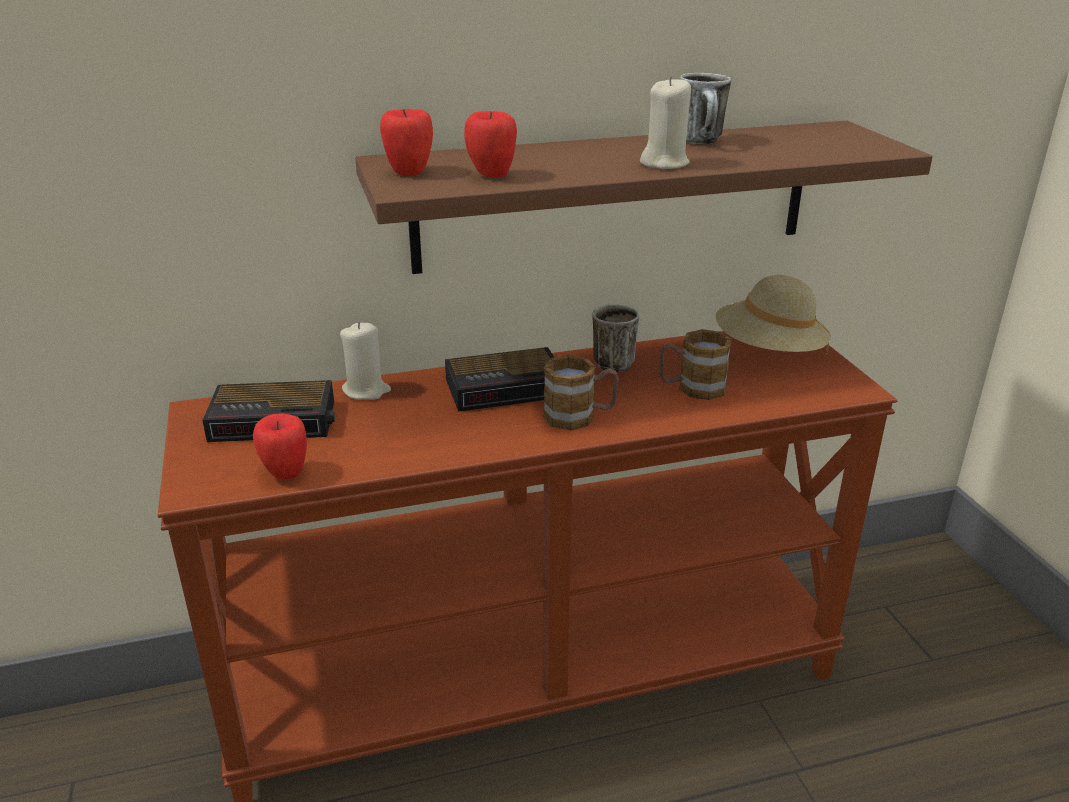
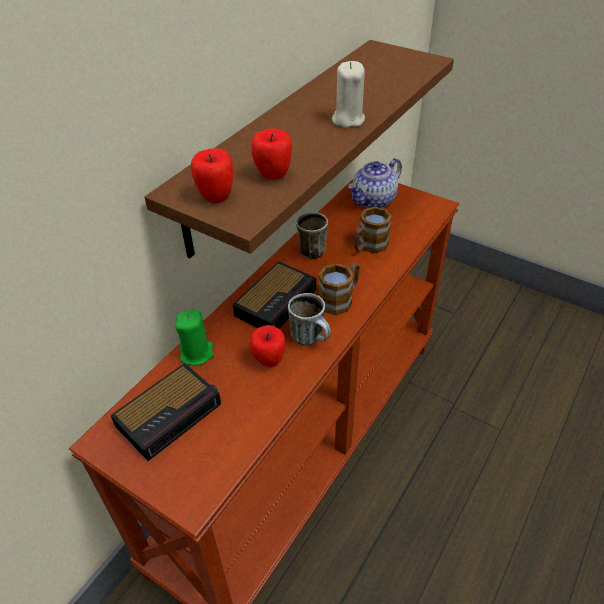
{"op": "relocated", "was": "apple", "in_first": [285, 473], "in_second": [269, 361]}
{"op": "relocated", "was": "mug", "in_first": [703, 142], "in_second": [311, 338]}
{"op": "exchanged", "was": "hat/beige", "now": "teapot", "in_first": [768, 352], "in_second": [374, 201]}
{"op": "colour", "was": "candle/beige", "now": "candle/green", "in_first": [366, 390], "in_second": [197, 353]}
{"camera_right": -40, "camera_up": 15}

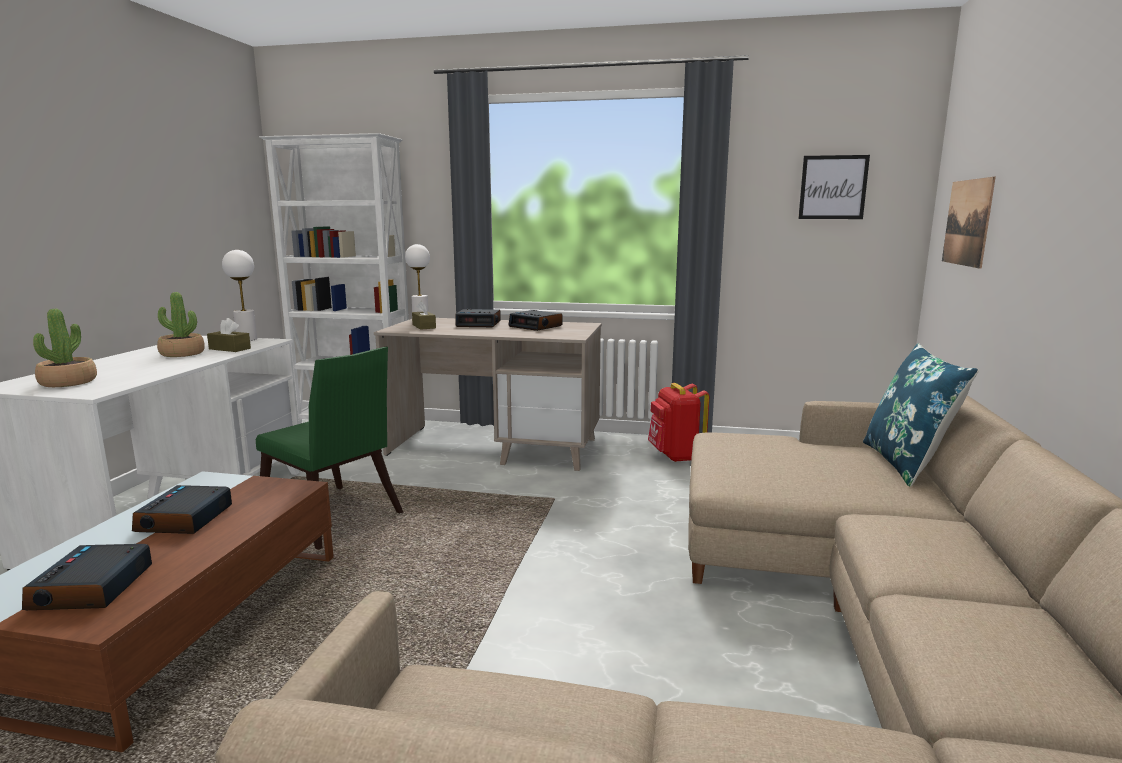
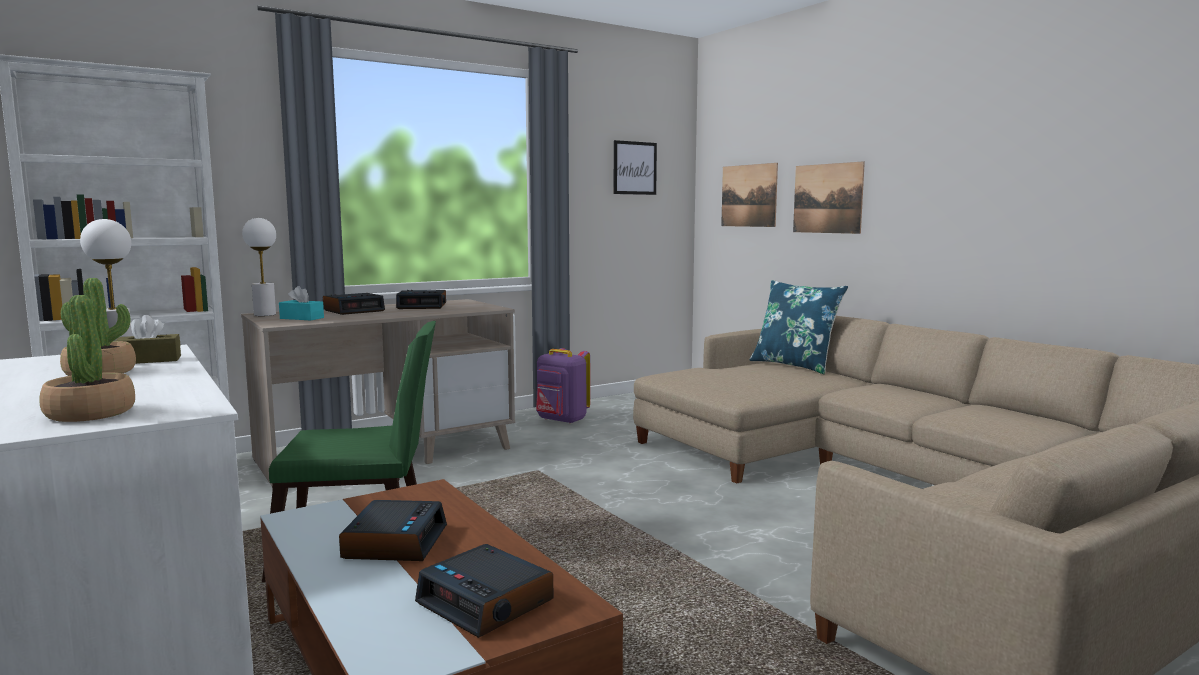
{"op": "appeared", "now": "picture", "in_second": [827, 198]}
{"op": "colour", "was": "tissue box/brown", "now": "tissue box/turquoise", "in_first": [424, 326], "in_second": [302, 318]}
{"op": "colour", "was": "backpack/red", "now": "backpack/purple", "in_first": [675, 456], "in_second": [561, 420]}
{"op": "spun", "was": "alarm clock", "in_first": [185, 519], "in_second": [395, 542], "clockwise": -135}
{"camera_right": -45, "camera_up": -5}

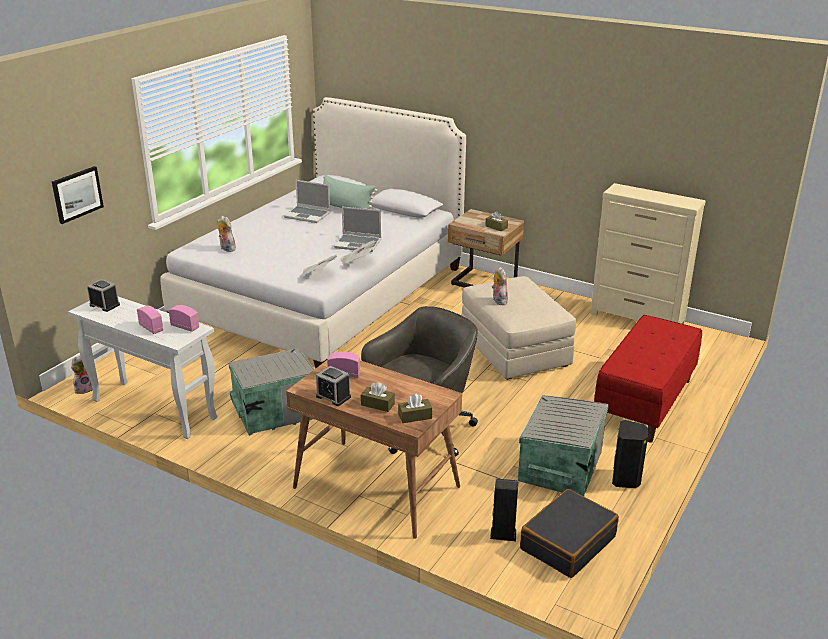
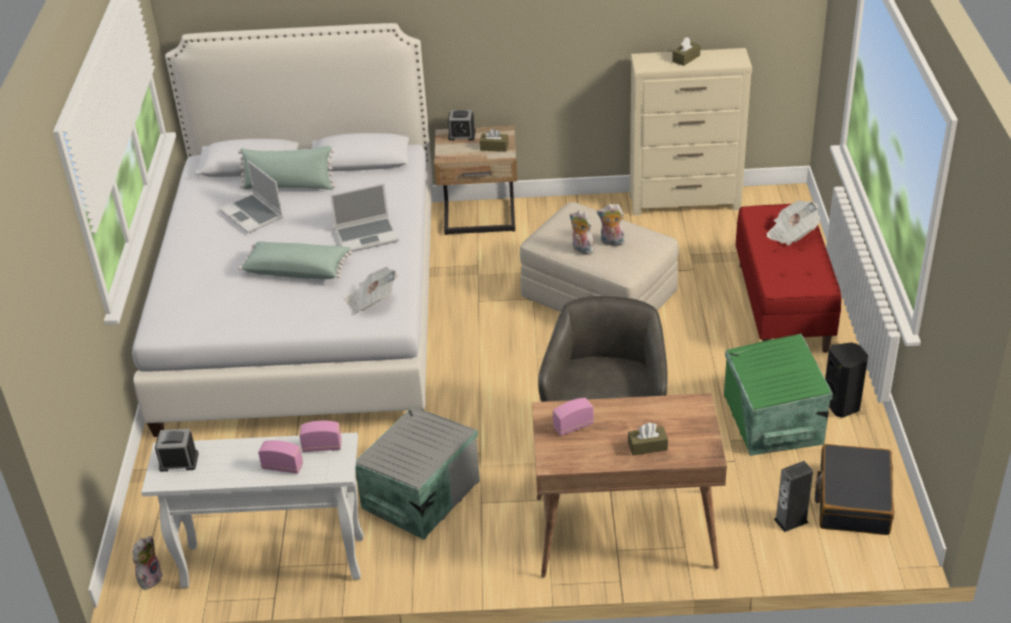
{"op": "missing", "was": "picture", "in_first": [77, 194]}
{"op": "appeared", "now": "pillow/green", "in_second": [297, 270]}
{"op": "relocated", "was": "plush toy", "in_first": [226, 249], "in_second": [611, 243]}
{"op": "relocated", "was": "alarm clock", "in_first": [333, 396], "in_second": [462, 135]}
{"op": "relocated", "was": "newspaper", "in_first": [358, 262], "in_second": [791, 233]}
{"op": "relocated", "was": "tissue box/brown", "in_first": [415, 416], "in_second": [686, 58]}
{"op": "colour", "was": "storage box/grey", "now": "storage box/green", "in_first": [558, 466], "in_second": [771, 420]}
{"op": "spun", "was": "laptop", "in_first": [308, 215], "in_second": [253, 215], "clockwise": 60}
{"camera_right": -30, "camera_up": 10}

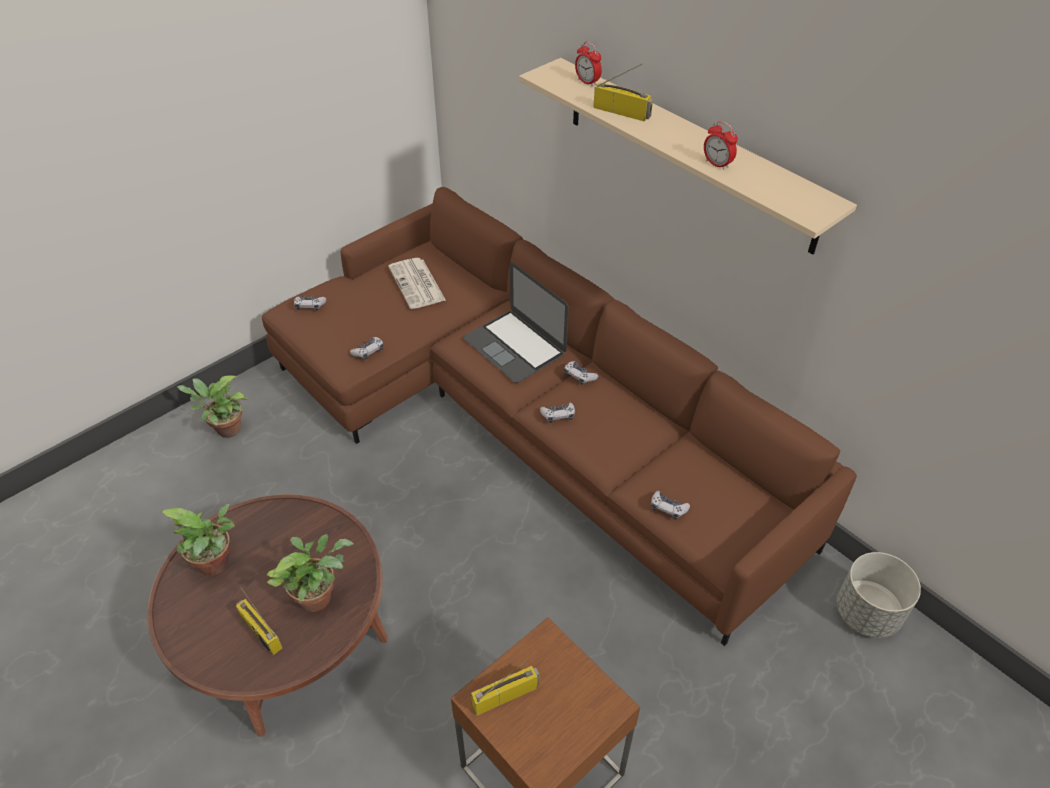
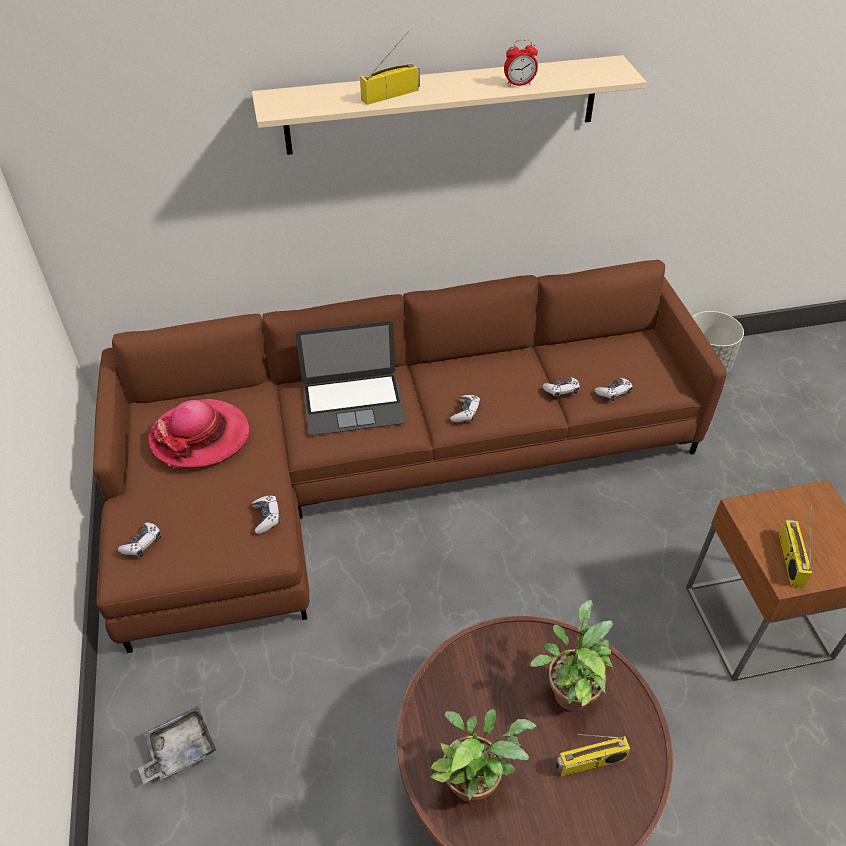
{"op": "missing", "was": "alarm clock", "in_first": [587, 82]}
{"op": "relocated", "was": "game controller", "in_first": [579, 376], "in_second": [561, 391]}
{"op": "exchanged", "was": "potted plant", "now": "tray/grey", "in_first": [225, 430], "in_second": [179, 750]}
{"op": "exchanged", "was": "newspaper", "now": "hat", "in_first": [417, 284], "in_second": [200, 436]}
{"camera_right": -60, "camera_up": 0}

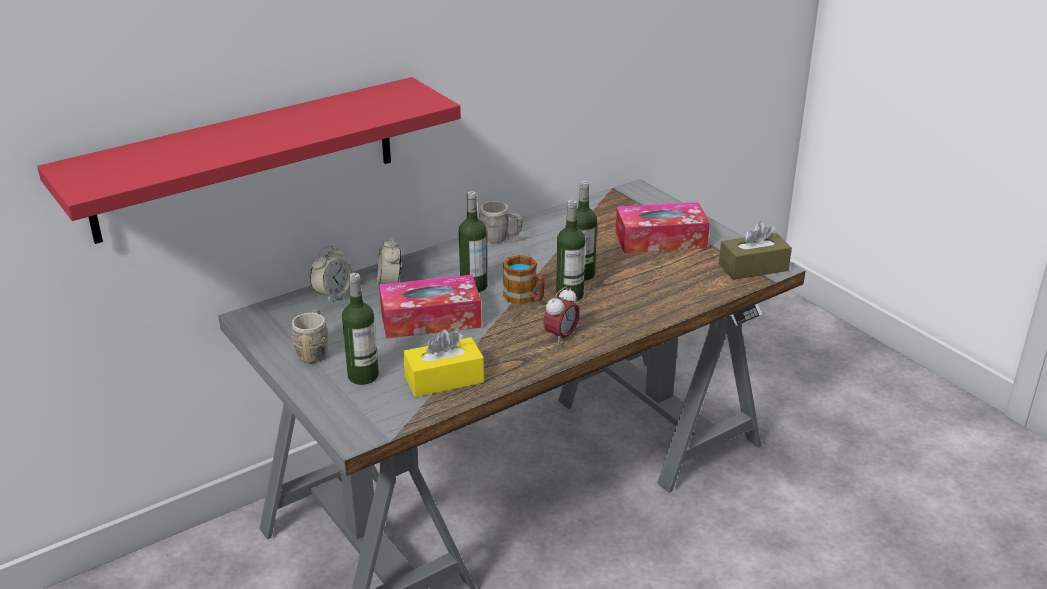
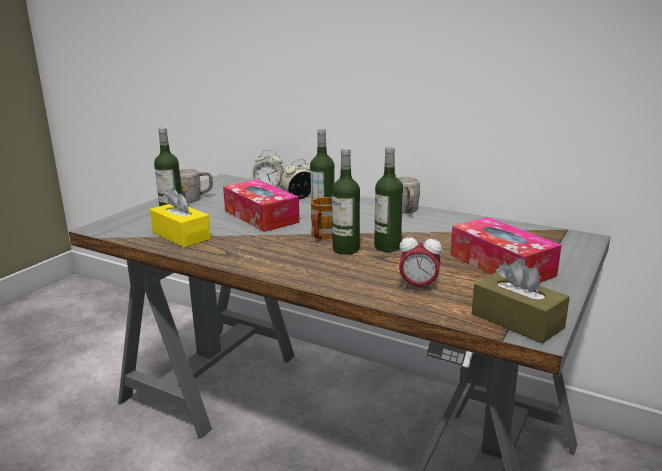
{"op": "missing", "was": "shelf/red", "in_first": [246, 159]}
{"op": "relocated", "was": "alarm clock", "in_first": [561, 337], "in_second": [418, 286]}
{"camera_right": 65, "camera_up": -10}

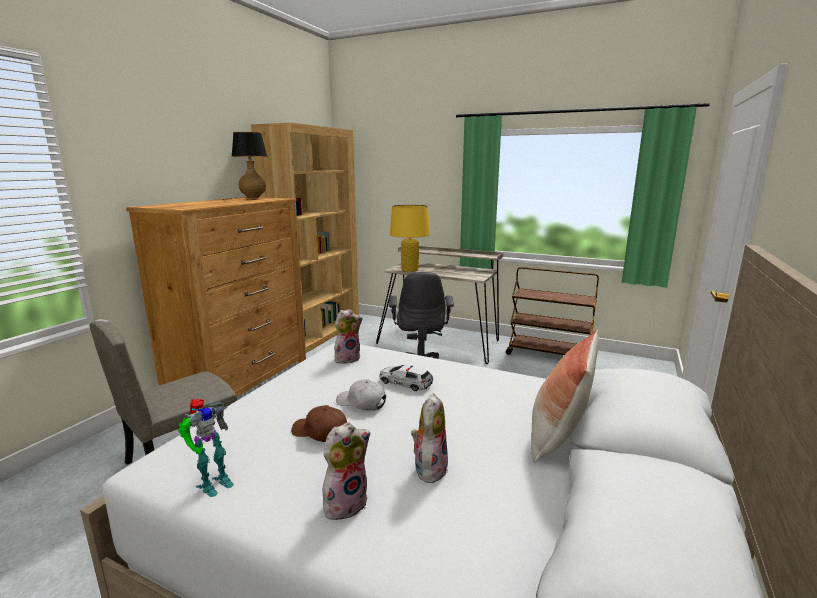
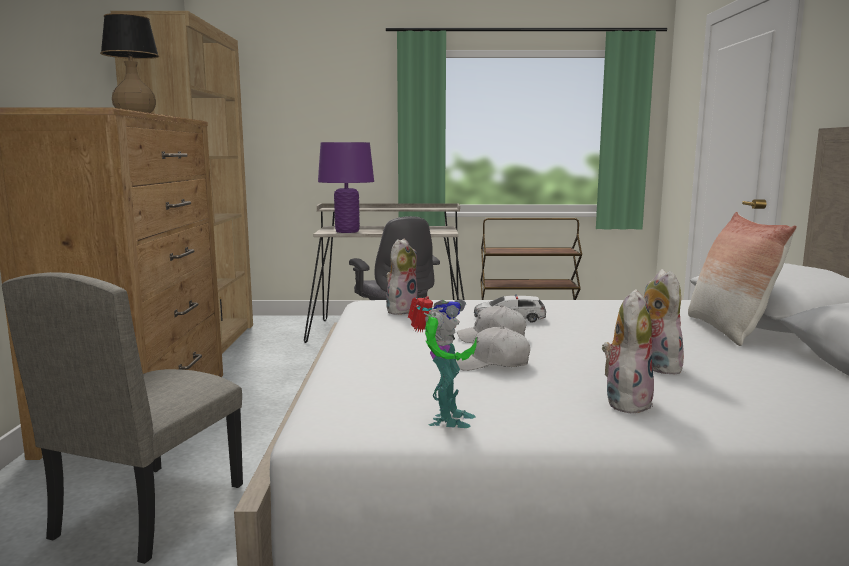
{"op": "colour", "was": "cap/brown", "now": "cap/white", "in_first": [320, 432], "in_second": [491, 363]}
{"op": "colour", "was": "table lamp/yellow", "now": "table lamp/purple", "in_first": [409, 270], "in_second": [347, 231]}
{"camera_right": -25, "camera_up": -5}

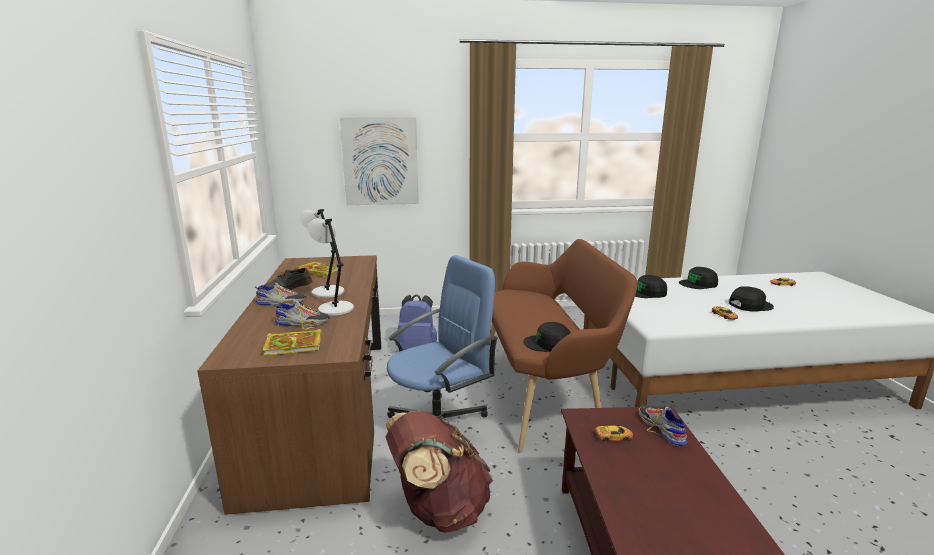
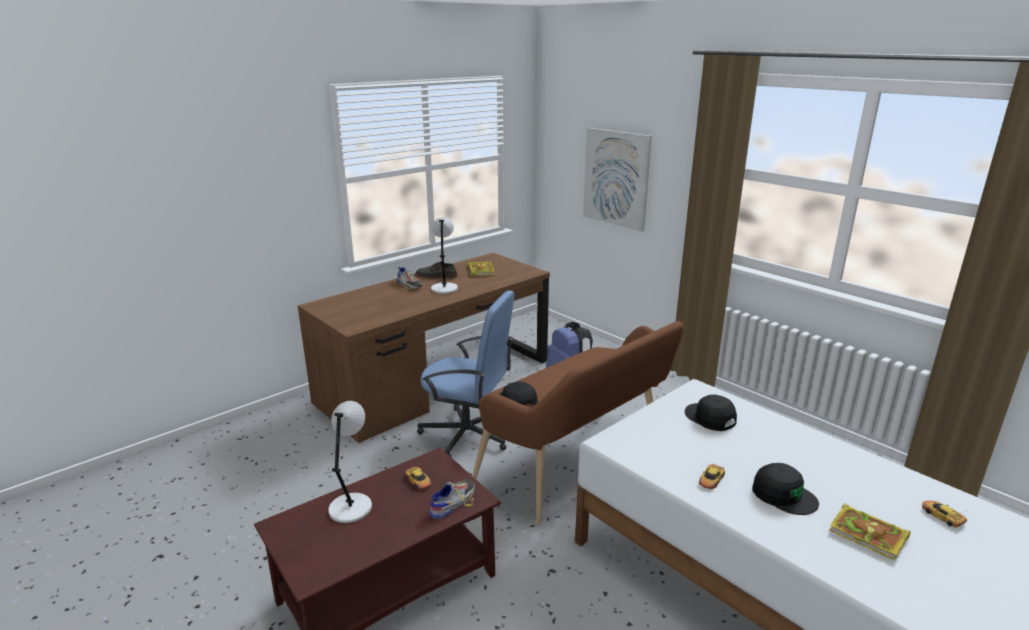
{"op": "missing", "was": "shoe", "in_first": [302, 323]}
{"op": "missing", "was": "backpack/brown", "in_first": [439, 509]}
{"op": "missing", "was": "cap/black", "in_first": [698, 284]}
{"op": "relocated", "was": "book", "in_first": [295, 345], "in_second": [870, 535]}
{"op": "relocated", "was": "table lamp/grey", "in_first": [334, 308], "in_second": [351, 506]}
{"camera_right": 55, "camera_up": 5}

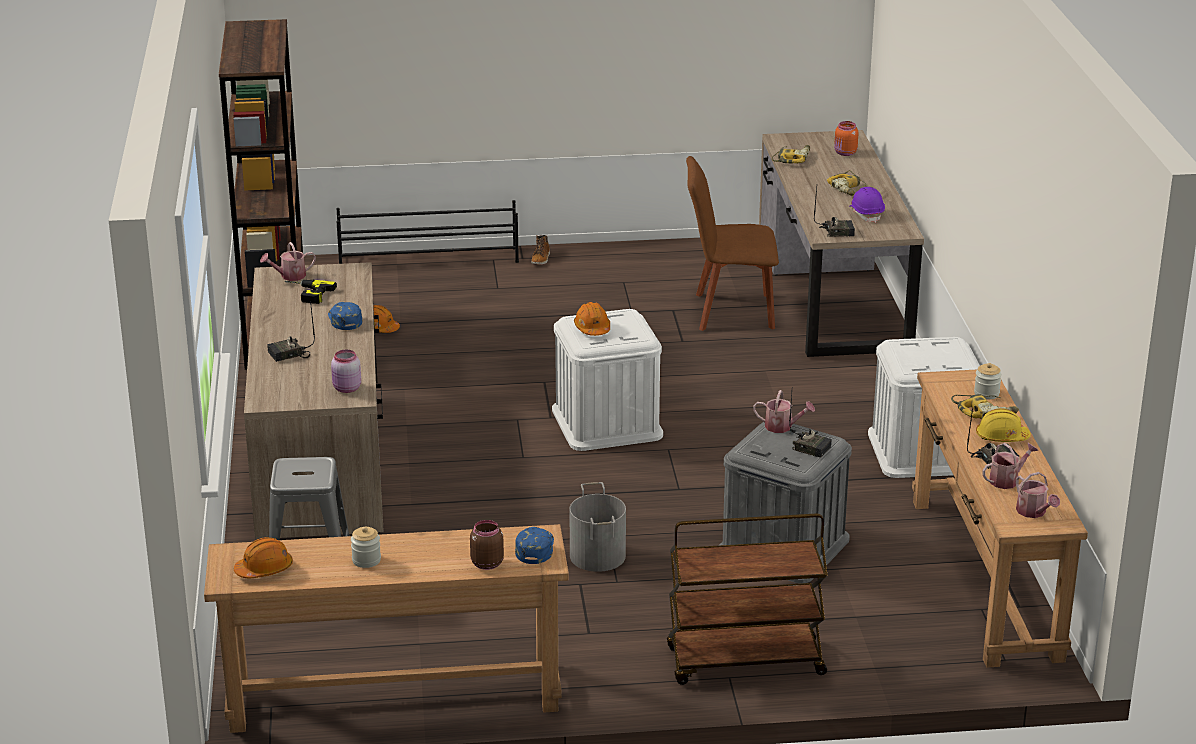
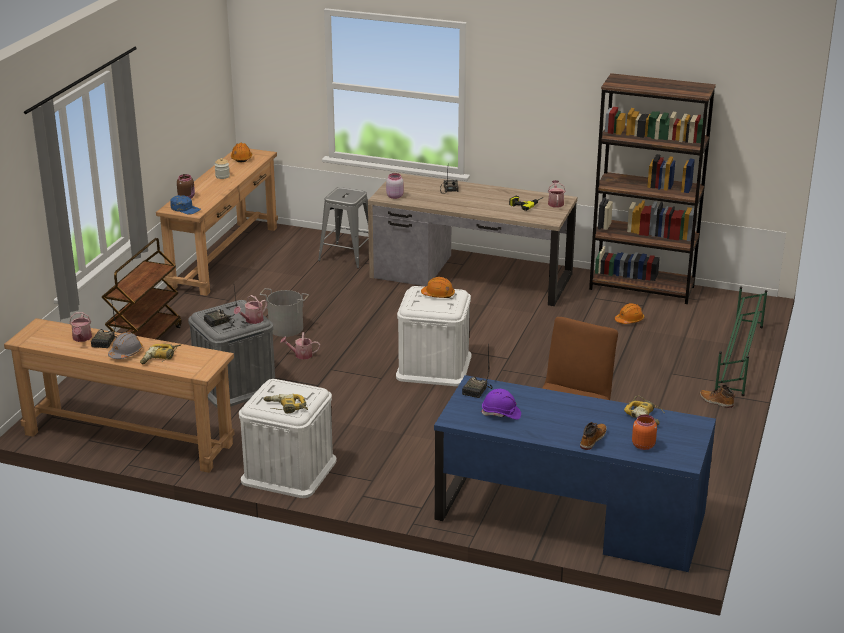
{"op": "missing", "was": "cap/blue", "in_first": [344, 319]}
{"op": "missing", "was": "jar", "in_first": [986, 393]}
{"op": "appeared", "now": "boot", "in_second": [592, 439]}
{"op": "relocated", "was": "power drill", "in_first": [848, 188], "in_second": [286, 408]}
{"op": "relocated", "was": "watering can", "in_first": [1033, 512], "in_second": [301, 355]}
{"op": "colour", "was": "shoe rack/black", "now": "shoe rack/green", "in_first": [429, 259], "in_second": [739, 358]}
{"op": "colour", "was": "desk/brown", "now": "desk/blue", "in_first": [832, 293], "in_second": [569, 517]}
{"op": "colour", "was": "hard hat/yellow", "now": "hard hat/grey", "in_first": [1001, 437], "in_second": [126, 353]}
{"camera_right": 115, "camera_up": 0}

